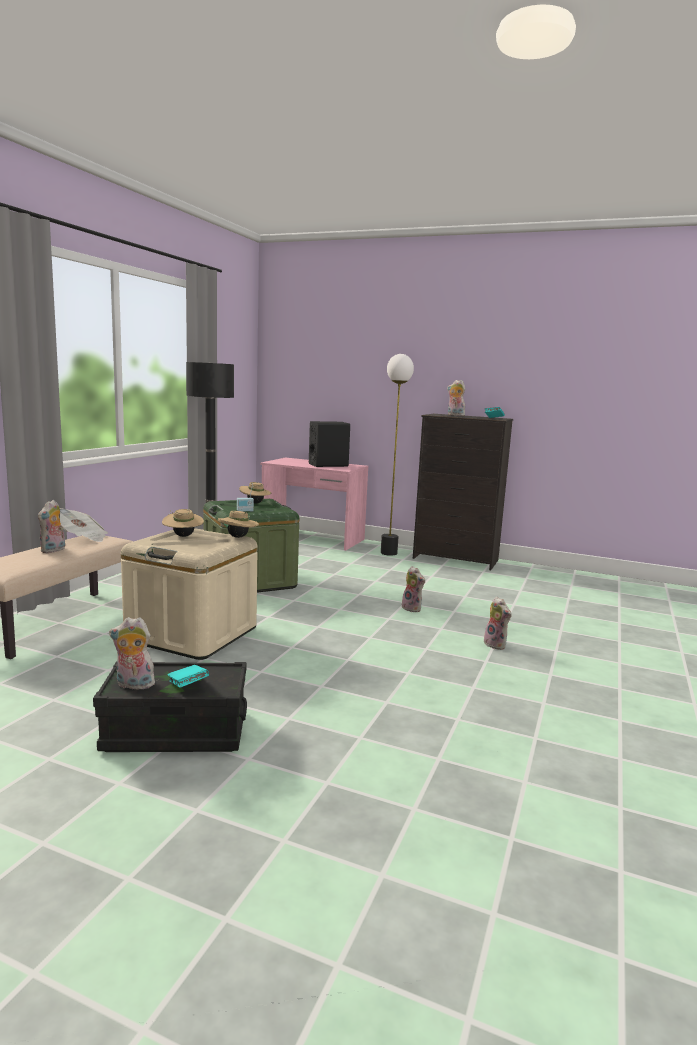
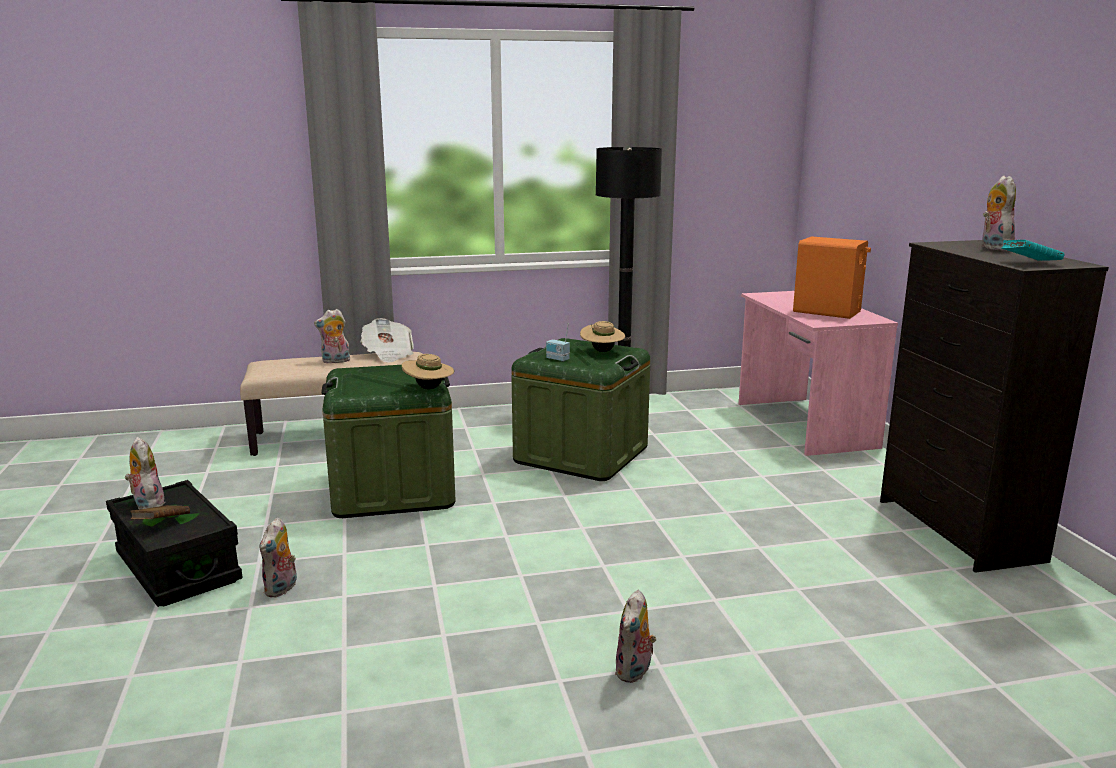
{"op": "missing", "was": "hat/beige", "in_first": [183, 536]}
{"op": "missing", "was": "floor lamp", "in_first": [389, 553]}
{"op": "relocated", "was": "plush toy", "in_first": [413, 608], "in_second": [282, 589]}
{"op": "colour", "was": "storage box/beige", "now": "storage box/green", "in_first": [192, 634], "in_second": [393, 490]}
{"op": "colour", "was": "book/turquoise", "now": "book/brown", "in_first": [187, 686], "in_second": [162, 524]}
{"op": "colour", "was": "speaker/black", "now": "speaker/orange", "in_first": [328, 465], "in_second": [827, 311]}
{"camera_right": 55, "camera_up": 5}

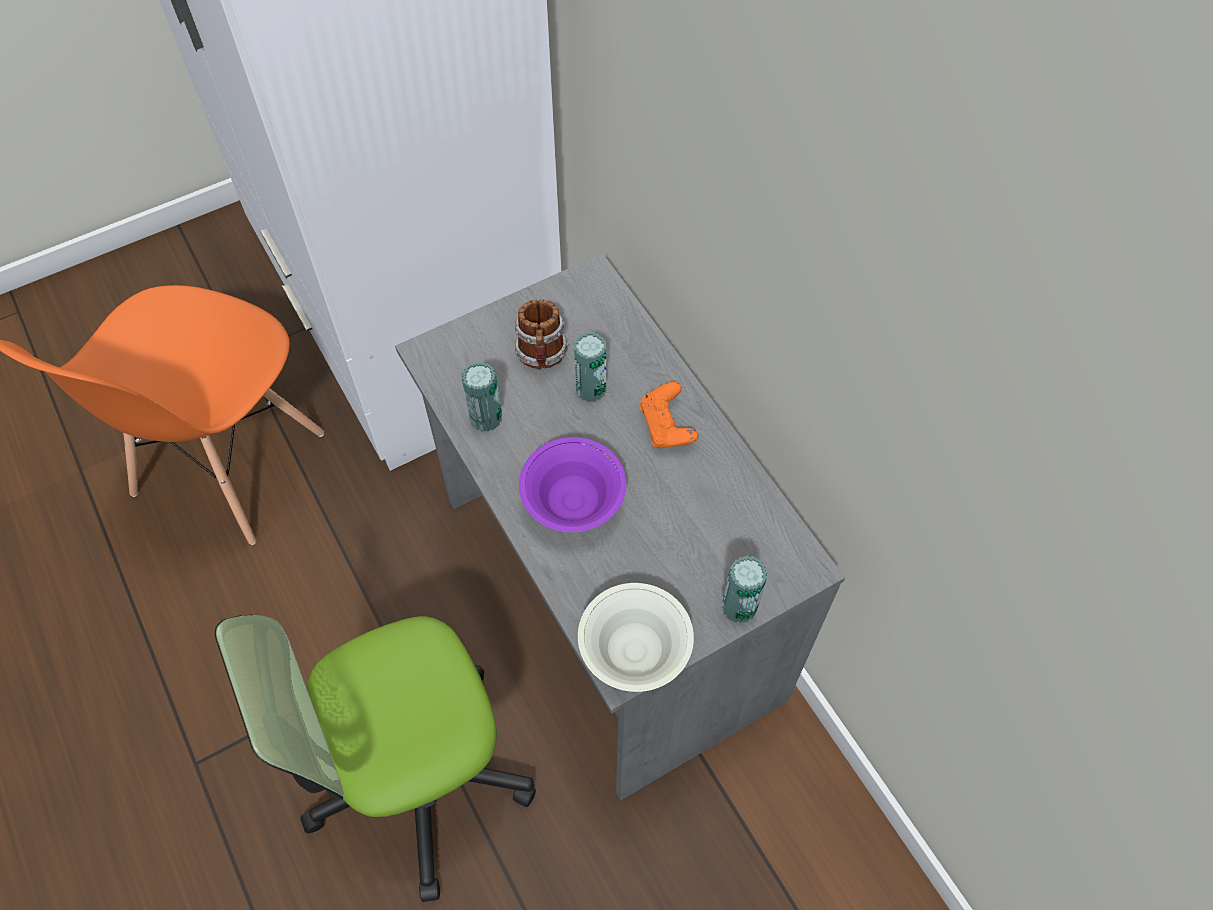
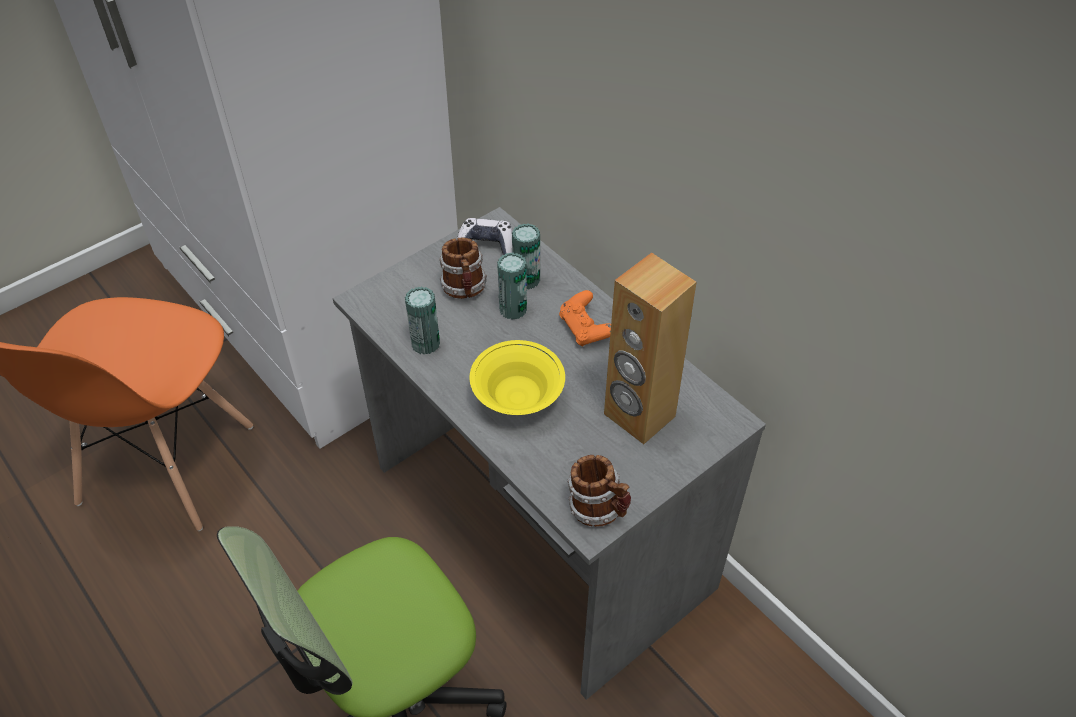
{"op": "appeared", "now": "game controller", "in_second": [486, 245]}
{"op": "appeared", "now": "speaker/brown", "in_second": [638, 416]}
{"op": "relocated", "was": "can", "in_first": [739, 606], "in_second": [526, 280]}
{"op": "exchanged", "was": "bowl/white", "now": "mug", "in_first": [634, 652], "in_second": [599, 509]}
{"op": "colour", "was": "bowl/purple", "now": "bowl/yellow", "in_first": [573, 502], "in_second": [517, 399]}
{"camera_right": -10, "camera_up": -10}

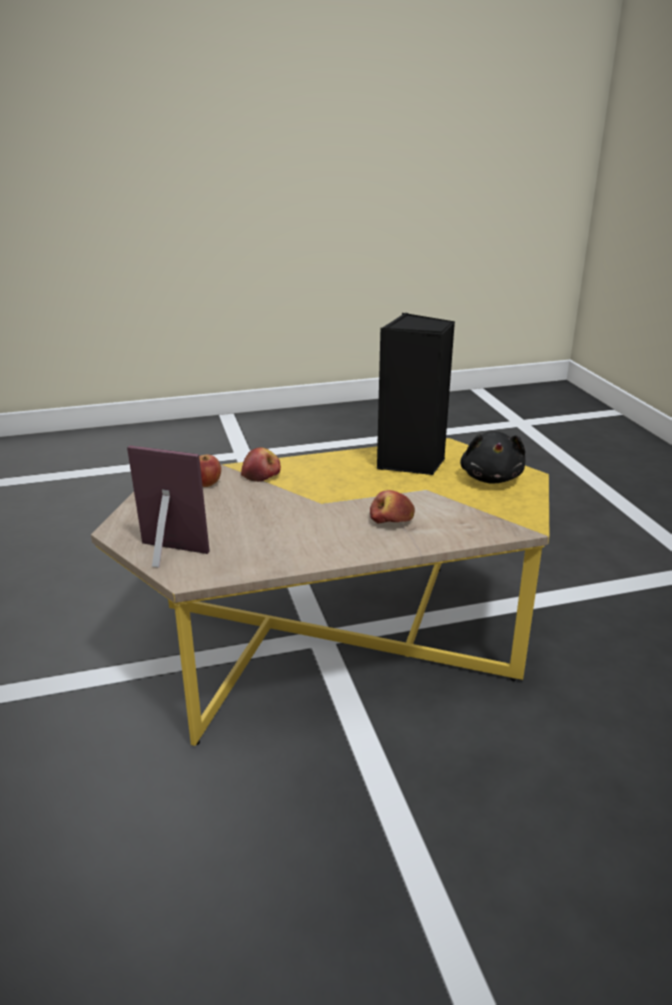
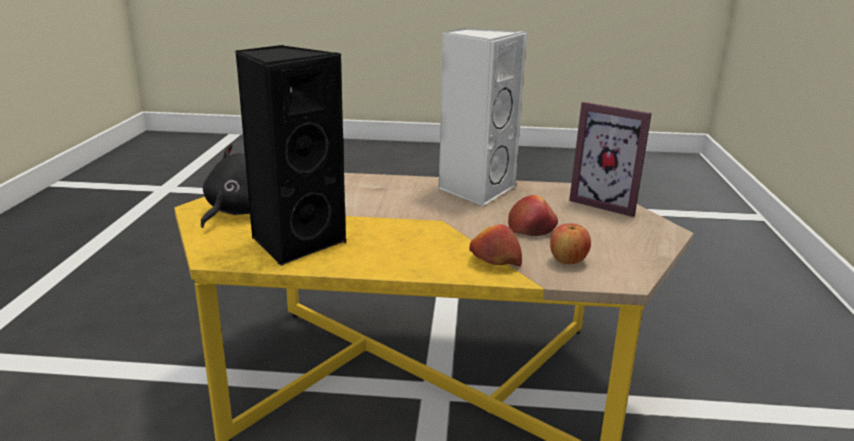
{"op": "appeared", "now": "speaker/white", "in_second": [475, 190]}
{"op": "relocated", "was": "apple", "in_first": [391, 520], "in_second": [532, 228]}
{"camera_right": -160, "camera_up": -5}

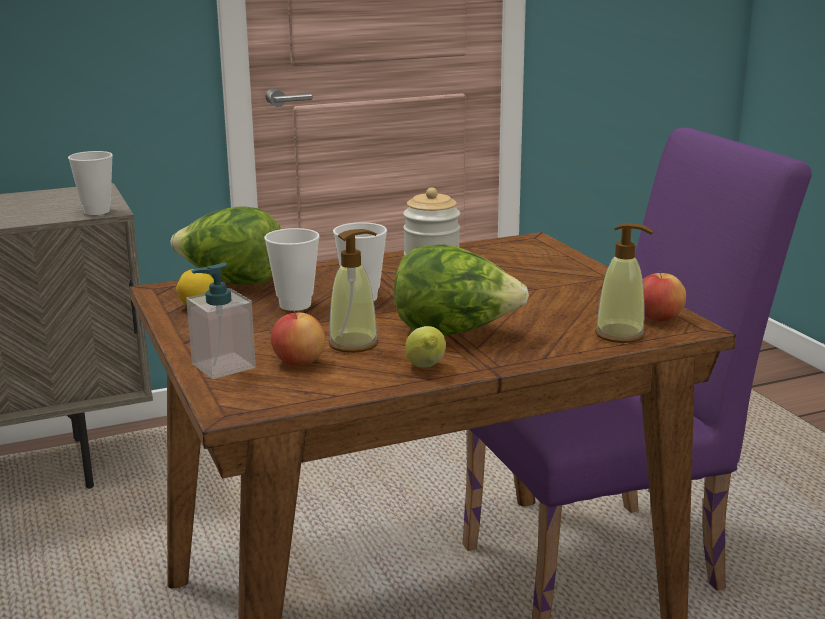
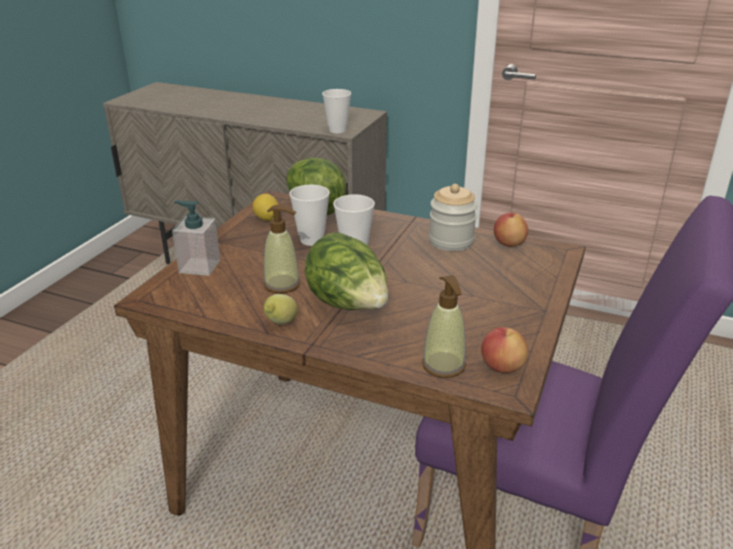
{"op": "relocated", "was": "apple", "in_first": [298, 362], "in_second": [509, 244]}
{"camera_right": 45, "camera_up": 10}

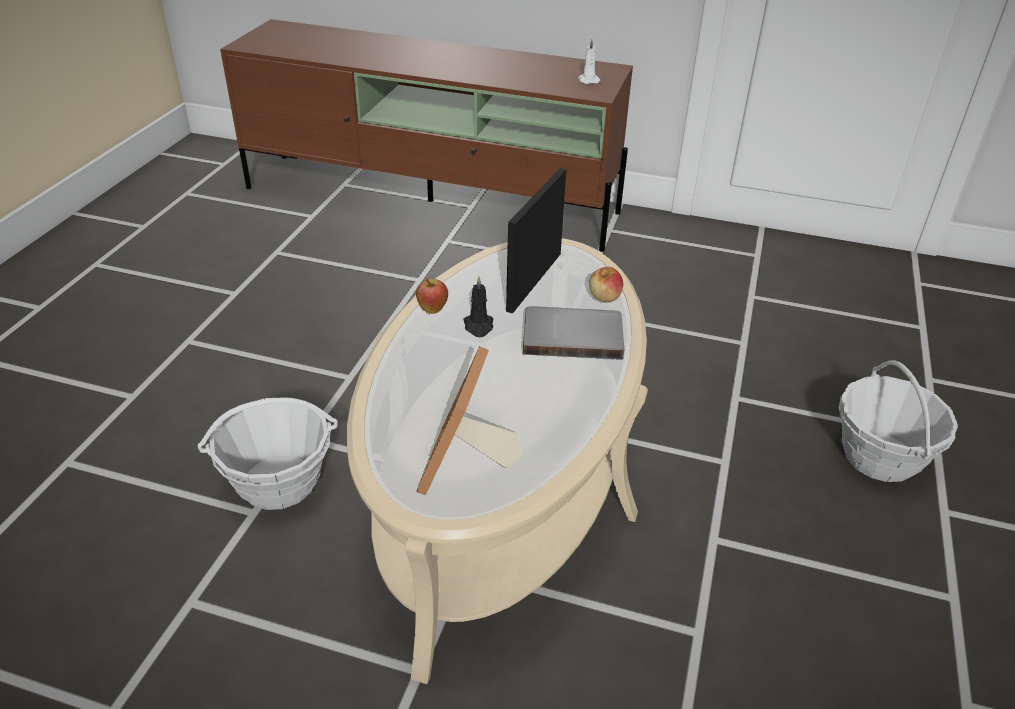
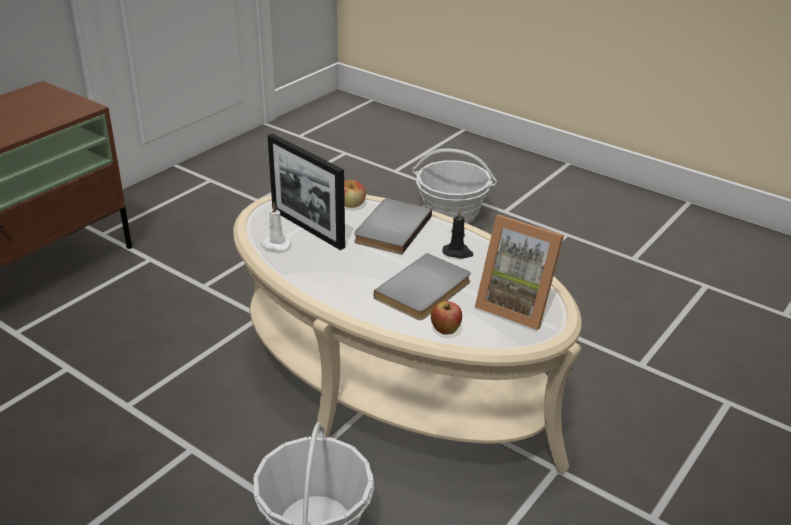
{"op": "appeared", "now": "book/grey", "in_second": [426, 291]}
{"op": "relocated", "was": "apple", "in_first": [432, 310], "in_second": [445, 331]}
{"op": "relocated", "was": "candle/black", "in_first": [479, 326], "in_second": [458, 252]}
{"op": "relocated", "was": "candle/white", "in_first": [588, 80], "in_second": [275, 245]}
{"camera_right": -70, "camera_up": -5}

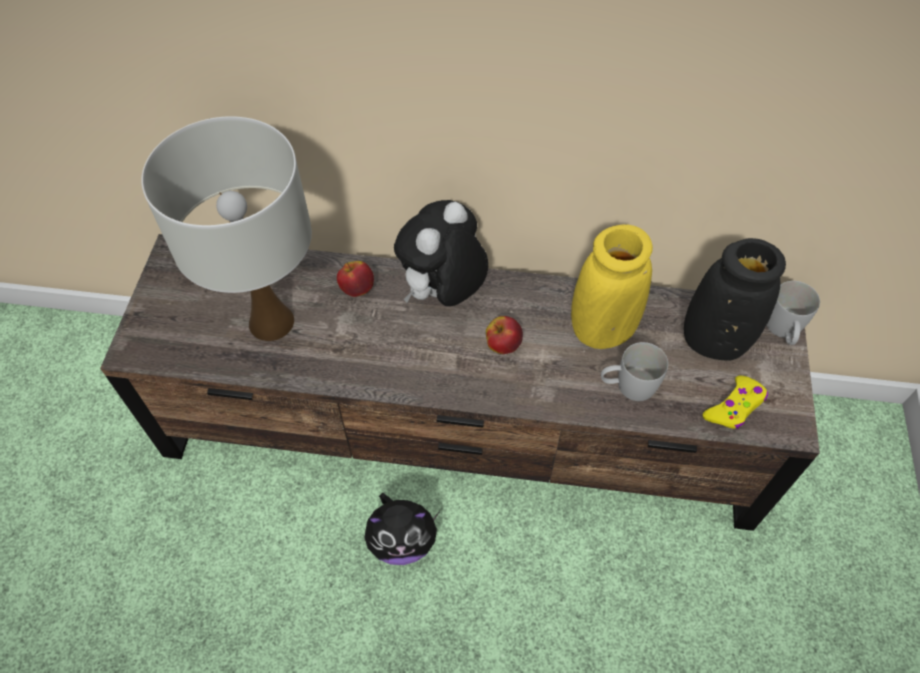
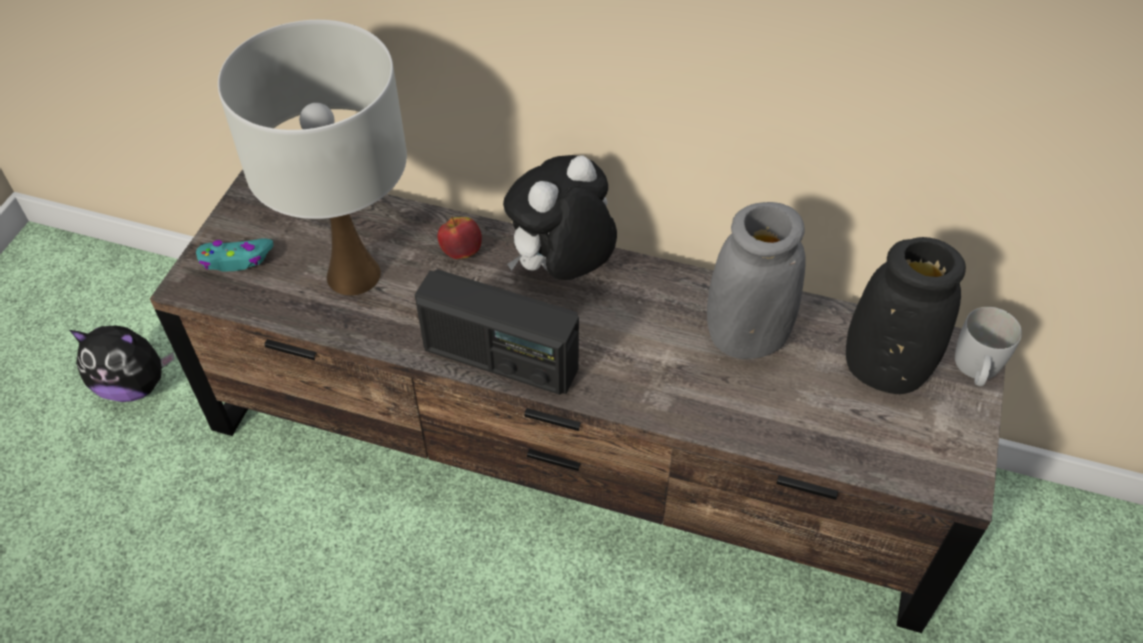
{"op": "missing", "was": "apple", "in_first": [503, 345]}
{"op": "missing", "was": "mug/white", "in_first": [627, 386]}
{"op": "missing", "was": "game controller/yellow", "in_first": [734, 407]}
{"op": "appeared", "now": "game controller/turquoise", "in_second": [236, 259]}
{"op": "appeared", "now": "radio", "in_second": [500, 359]}
{"op": "relocated", "was": "plush toy", "in_first": [402, 540], "in_second": [134, 385]}
{"op": "colour", "was": "vase/yellow", "now": "vase/grey", "in_first": [602, 330], "in_second": [746, 338]}
{"camera_right": 10, "camera_up": -5}

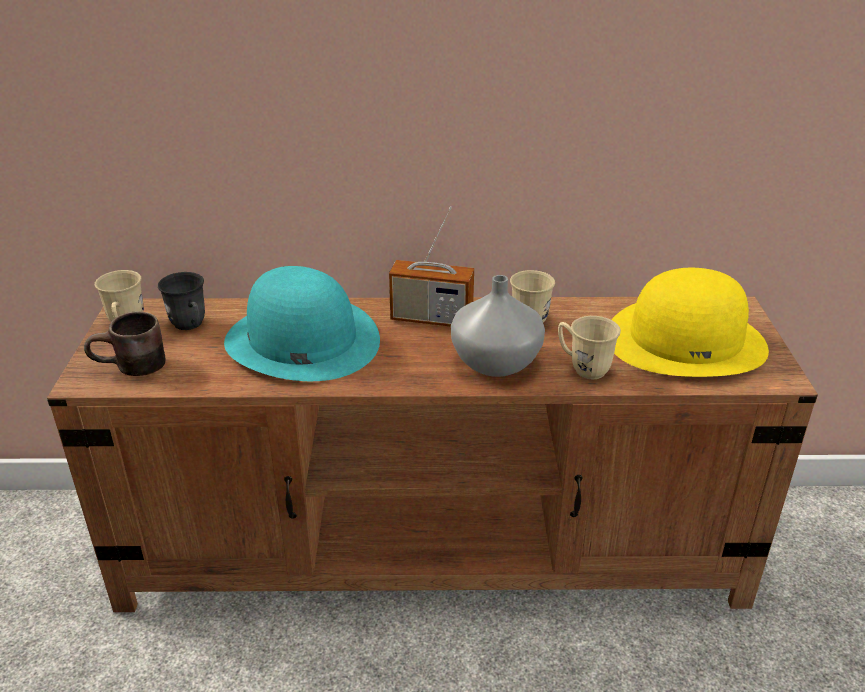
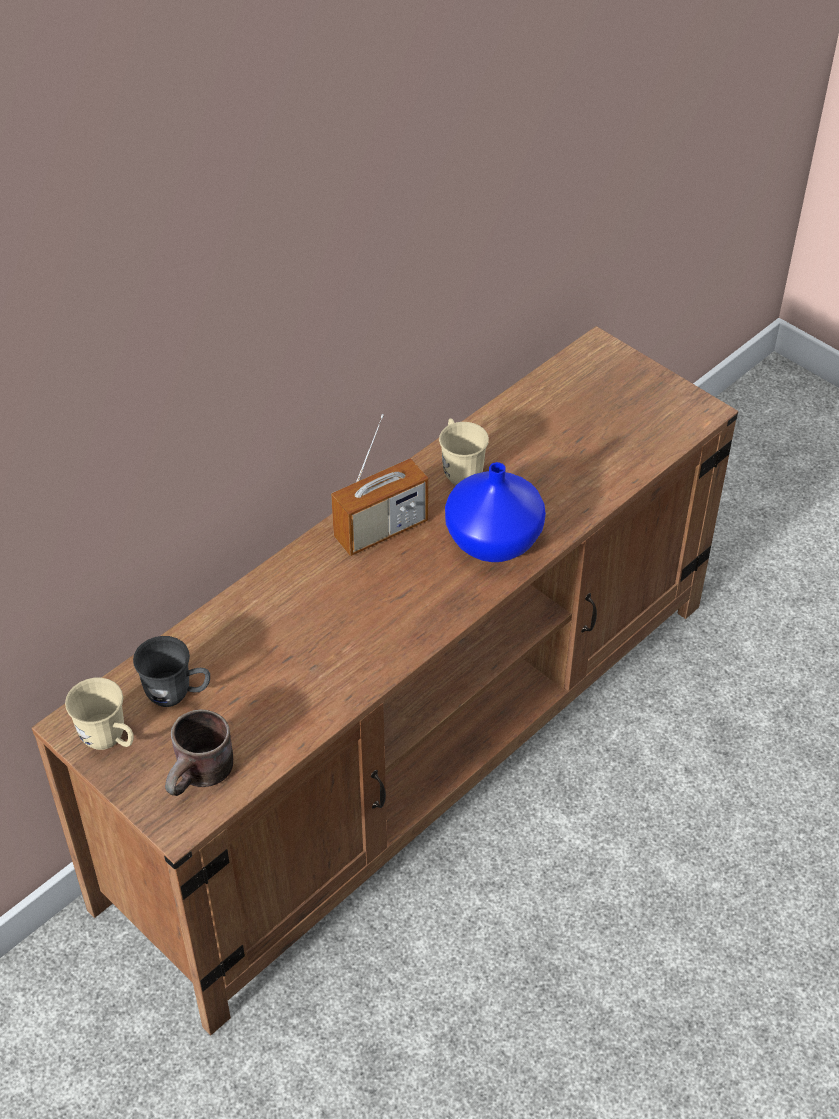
{"op": "missing", "was": "hat/turquoise", "in_first": [301, 340]}
{"op": "missing", "was": "mug/beige", "in_first": [582, 367]}
{"op": "missing", "was": "hat/yellow", "in_first": [686, 340]}
{"op": "colour", "was": "vase/grey", "now": "vase/blue", "in_first": [497, 363], "in_second": [495, 540]}
{"camera_right": -45, "camera_up": 15}

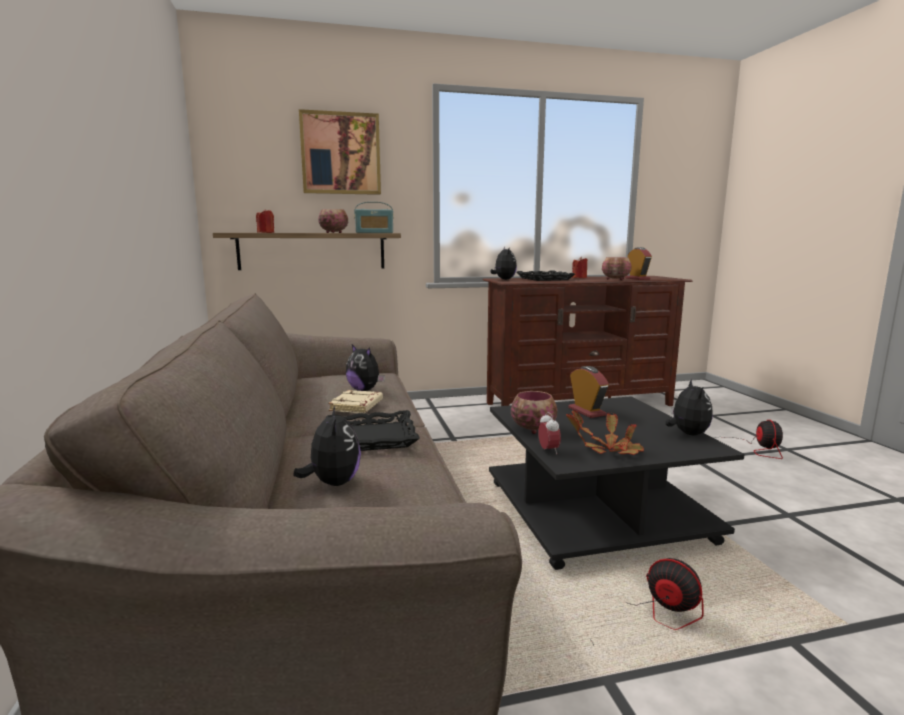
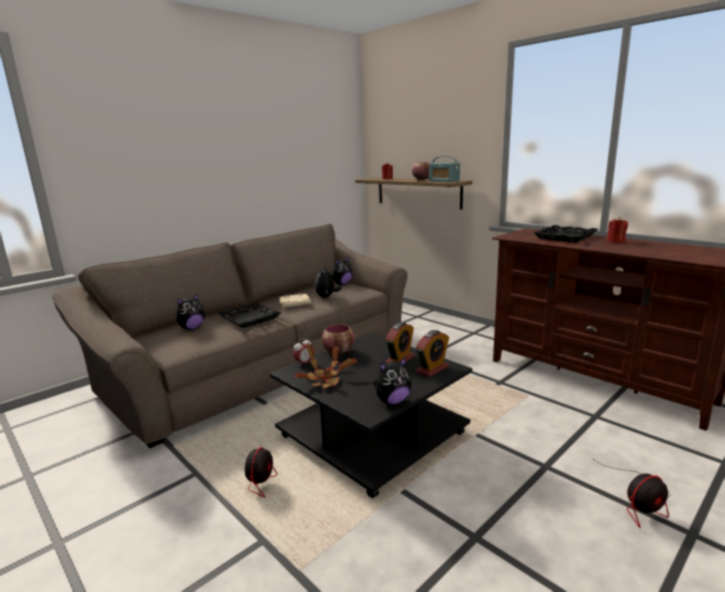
{"op": "missing", "was": "picture", "in_first": [341, 154]}
{"op": "missing", "was": "bowl", "in_first": [616, 279]}
{"op": "relocated", "was": "plush toy", "in_first": [503, 279], "in_second": [342, 284]}
{"op": "relocated", "was": "alarm clock", "in_first": [637, 279], "in_second": [432, 369]}
{"camera_right": 60, "camera_up": 5}

